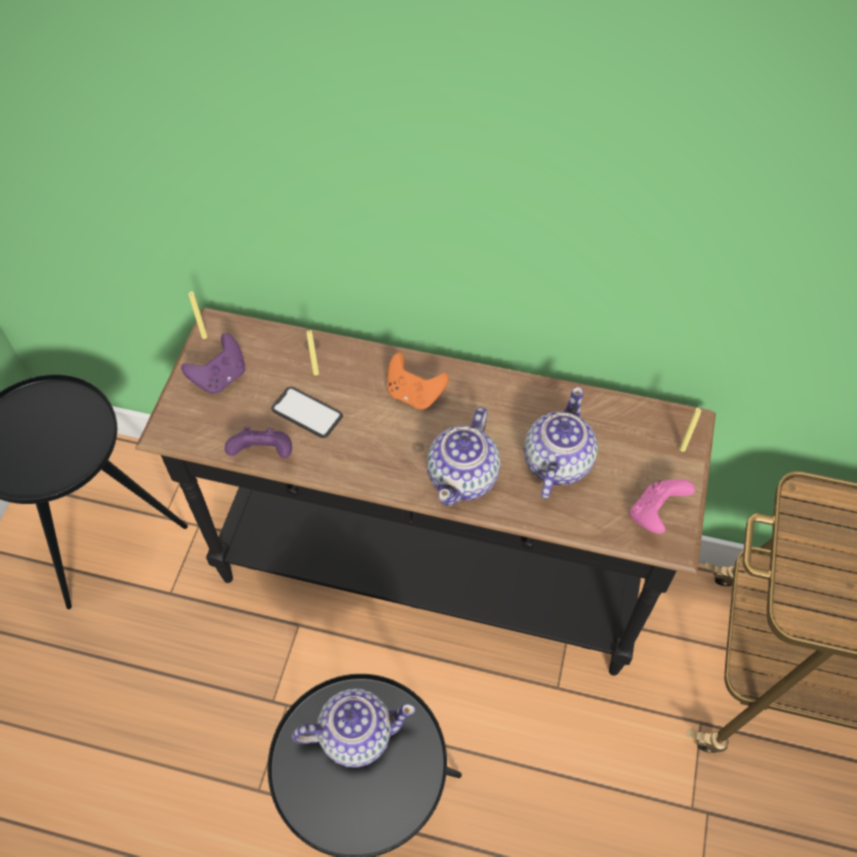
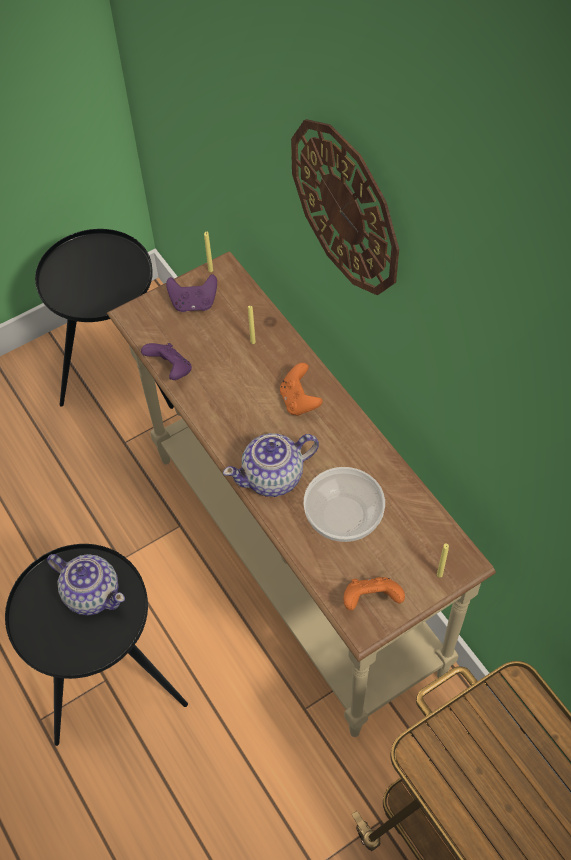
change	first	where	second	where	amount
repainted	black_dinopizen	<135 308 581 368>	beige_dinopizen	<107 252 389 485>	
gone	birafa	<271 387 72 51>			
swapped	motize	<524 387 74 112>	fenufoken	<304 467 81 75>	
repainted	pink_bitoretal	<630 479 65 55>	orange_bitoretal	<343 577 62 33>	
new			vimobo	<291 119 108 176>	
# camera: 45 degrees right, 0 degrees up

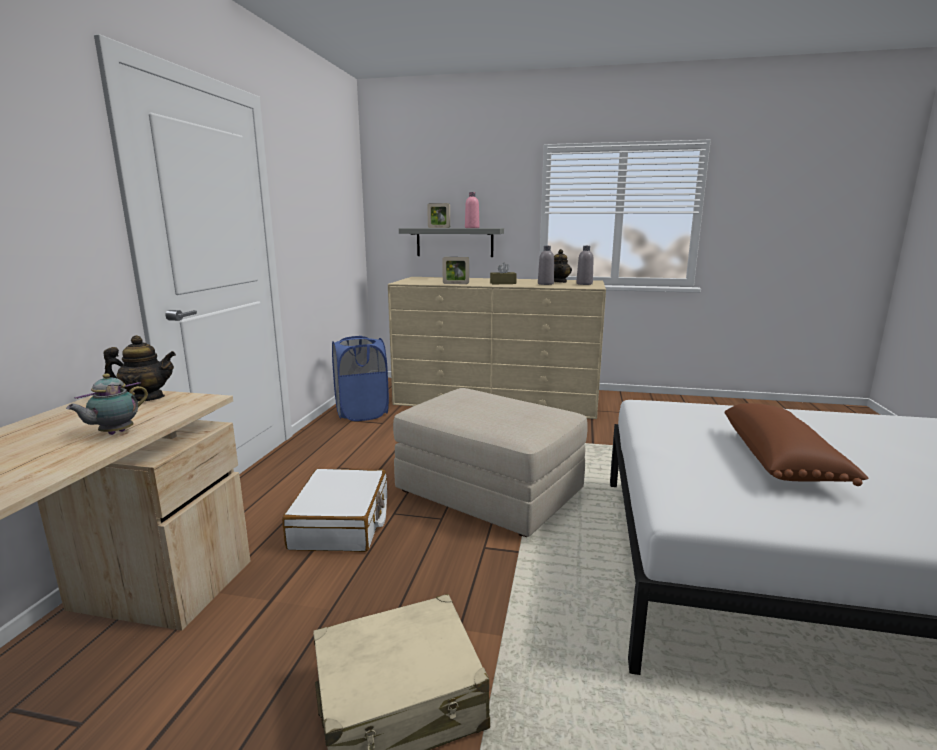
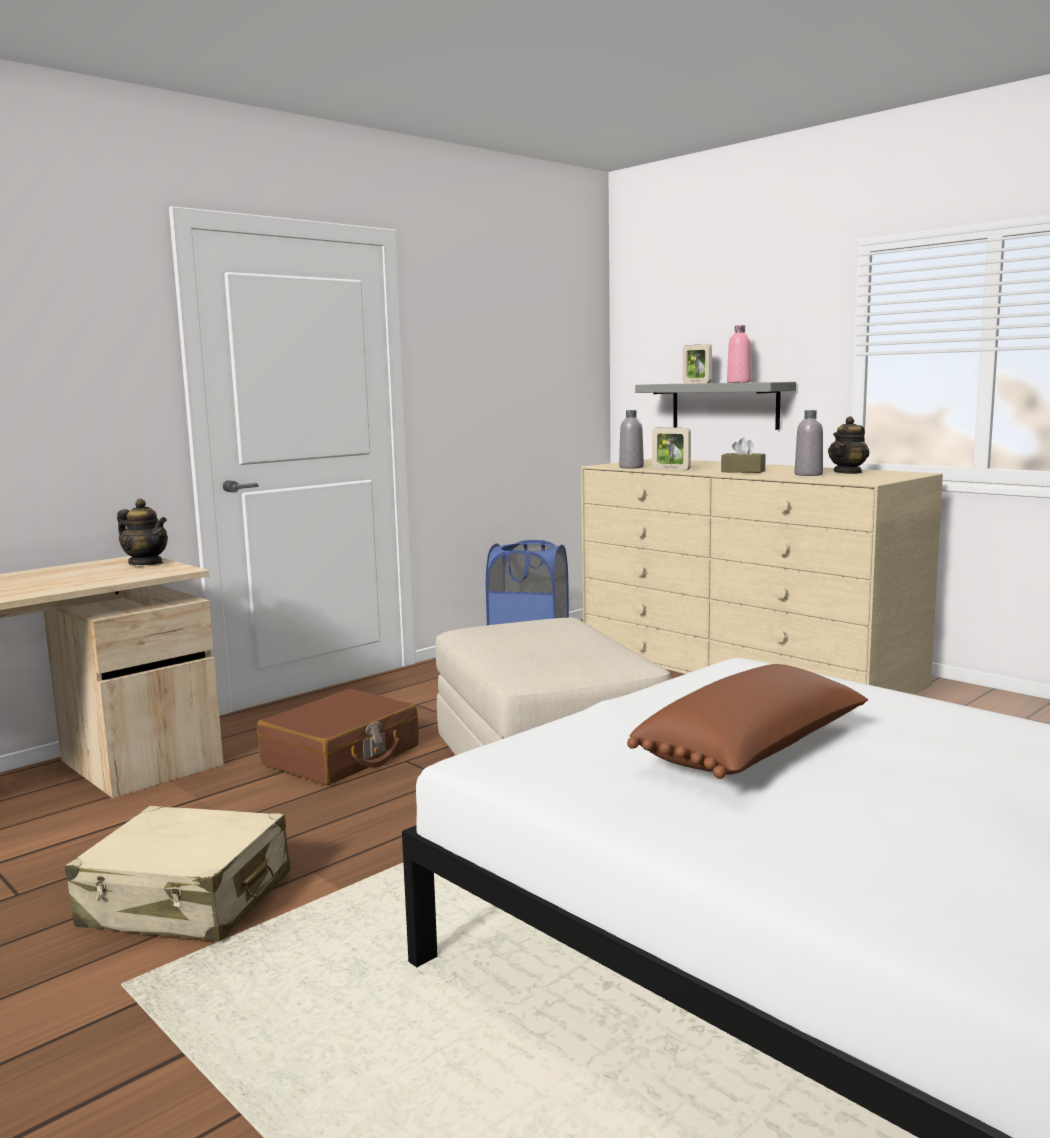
change	first	where	second	where	amount
shifted	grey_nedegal	<576 246 18 39>		<619 410 25 58>	
gone	motize	<66 374 82 61>			
repainted	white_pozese	<282 469 105 83>	brown_pozese	<257 689 162 96>	
# camera: 35 degrees right, 5 degrees down

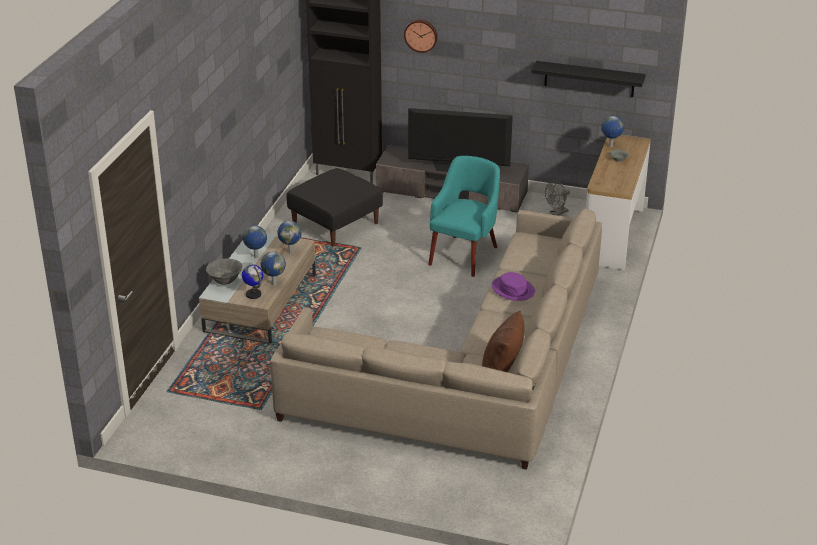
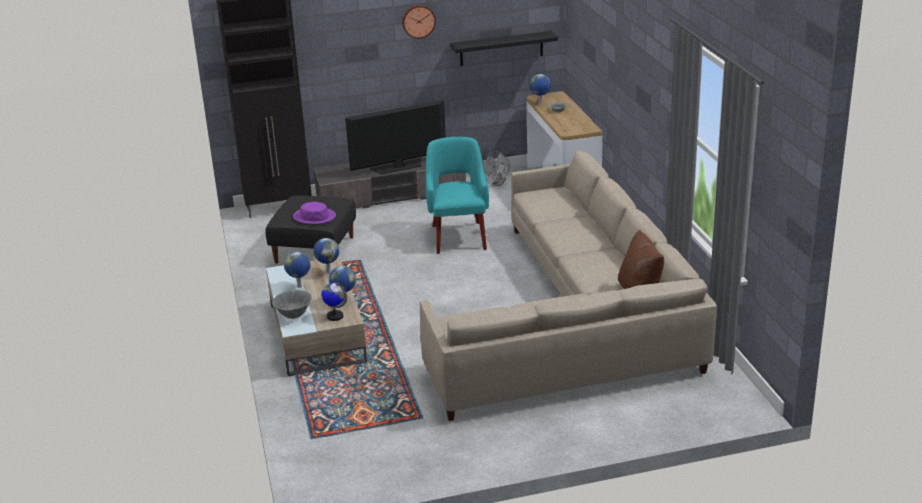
change	first	where	second	where	amount
shifted	vimobo	<404 20 34 33>		<402 5 34 34>	
shifted	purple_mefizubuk	<492 272 43 29>		<293 202 43 22>	
# camera: 30 degrees left, 5 degrees down

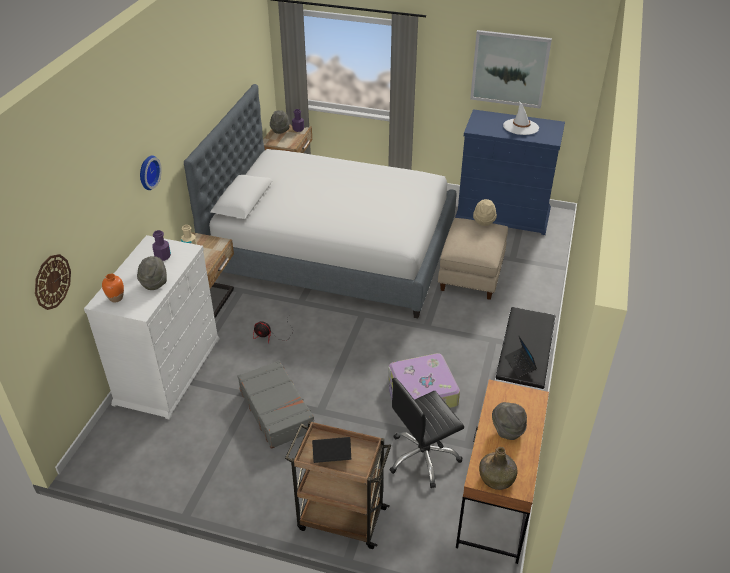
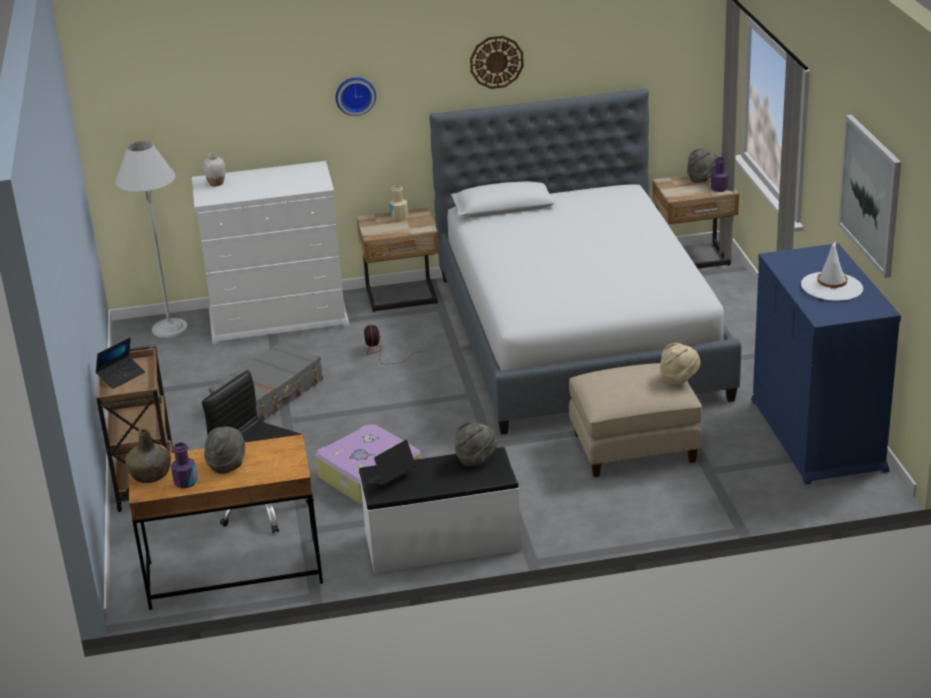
change	first	where	second	where	amount
shifted	purple_nedegal	<152 230 19 31>		<171 442 27 46>	
shifted	vimobo	<35 254 36 56>		<470 36 54 53>	
shifted	grey_mefizubuk	<137 256 30 34>		<455 422 42 44>	
repainted	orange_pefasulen	<102 274 22 29>	white_pefasulen	<203 153 22 33>	
rotated	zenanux	<312 437 39 26>		<96 337 49 52>	75 degrees clockwise
new			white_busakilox	<115 141 73 197>	
# camera: 65 degrees right, 10 degrees down

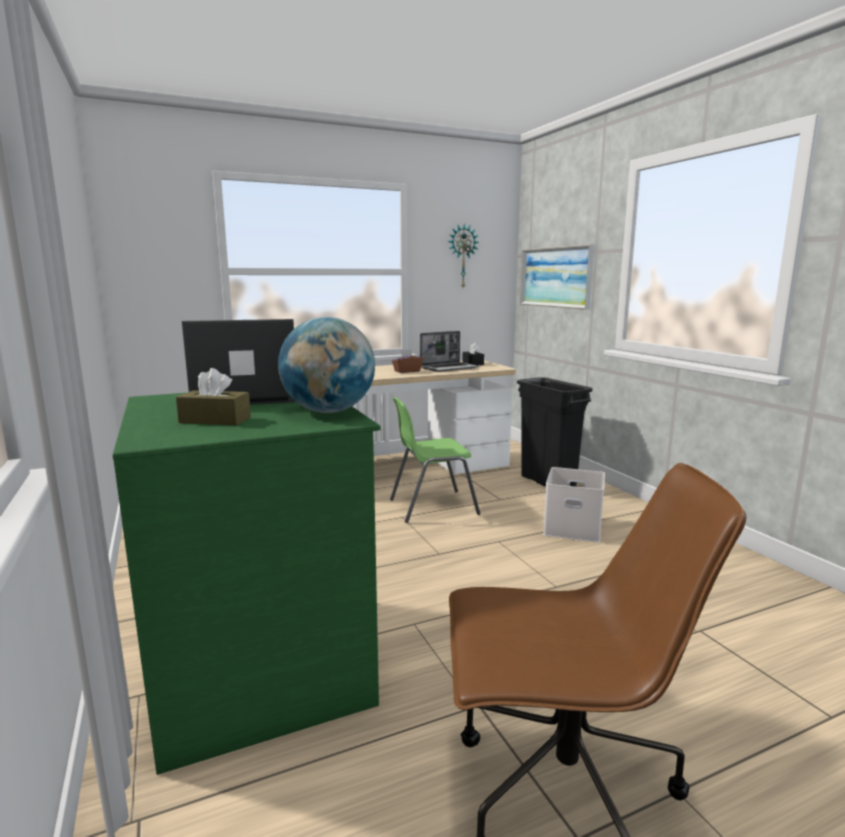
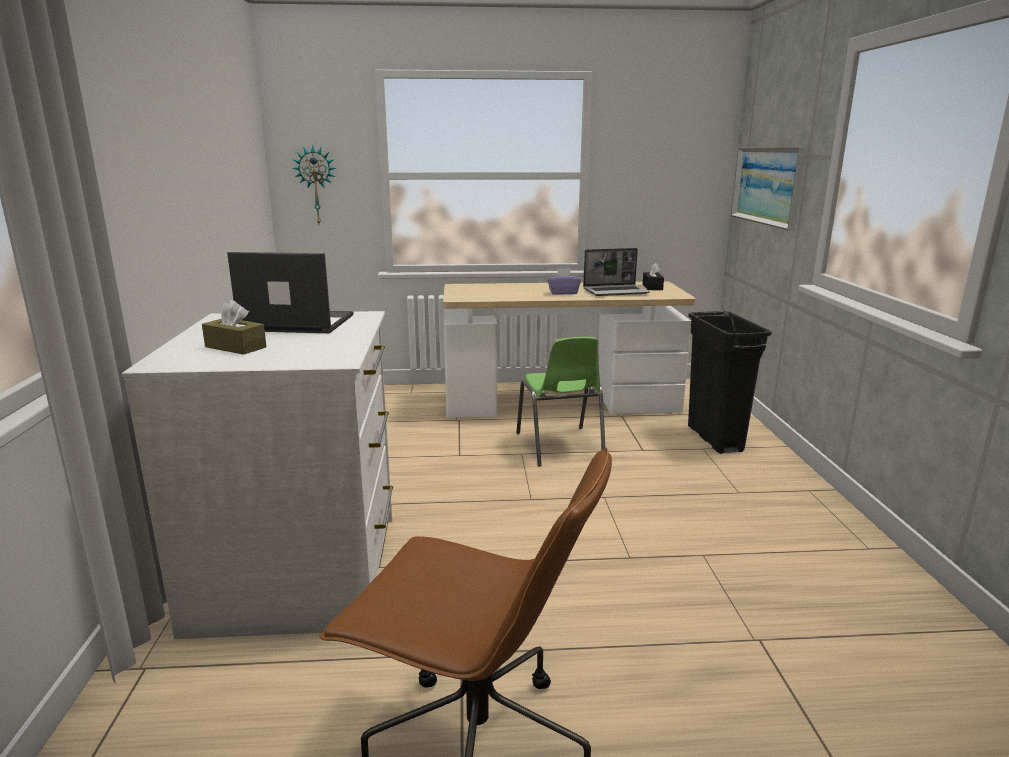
change	first	where	second	where	amount
shifted	vimobo	<448 223 31 65>		<293 145 43 79>	
gone	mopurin	<278 317 97 96>			
repainted	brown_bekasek	<392 349 31 24>	purple_bekasek	<547 268 34 27>	
repainted	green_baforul	<113 393 267 382>	white_baforul	<122 311 271 328>	
rotated	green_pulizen	<390 397 90 126>		<516 337 89 130>	105 degrees counterclockwise
gone	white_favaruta	<543 467 62 76>			
# camera: 20 degrees right, 5 degrees up

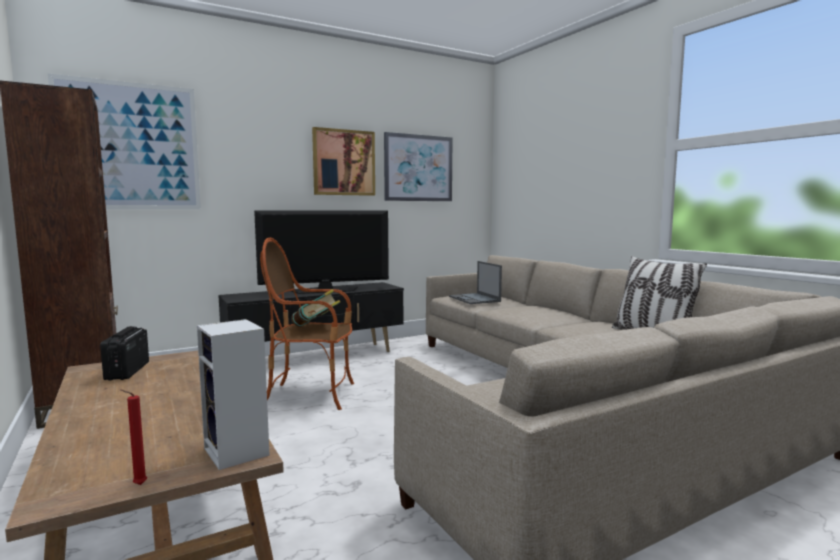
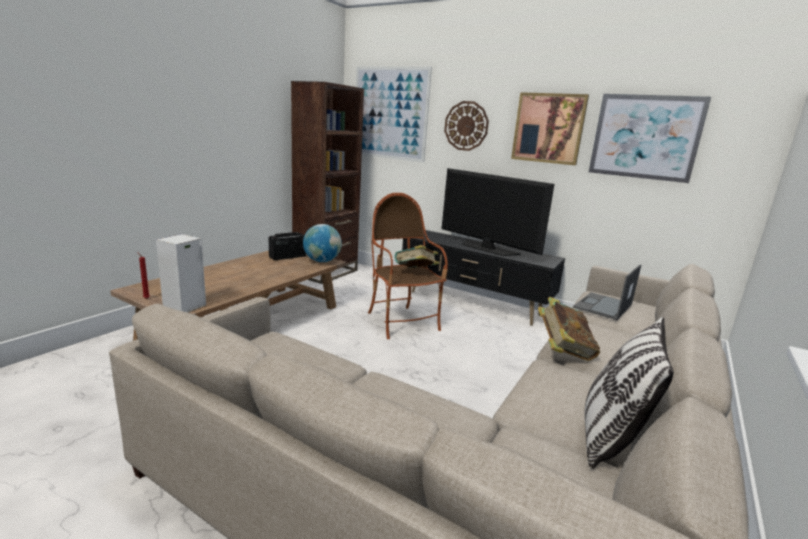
change	first	where	second	where	amount
new			vimobo	<444 101 45 50>	
new			mopurin	<303 224 39 38>	
new			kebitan	<538 297 62 64>	
# camera: 60 degrees right, 10 degrees up

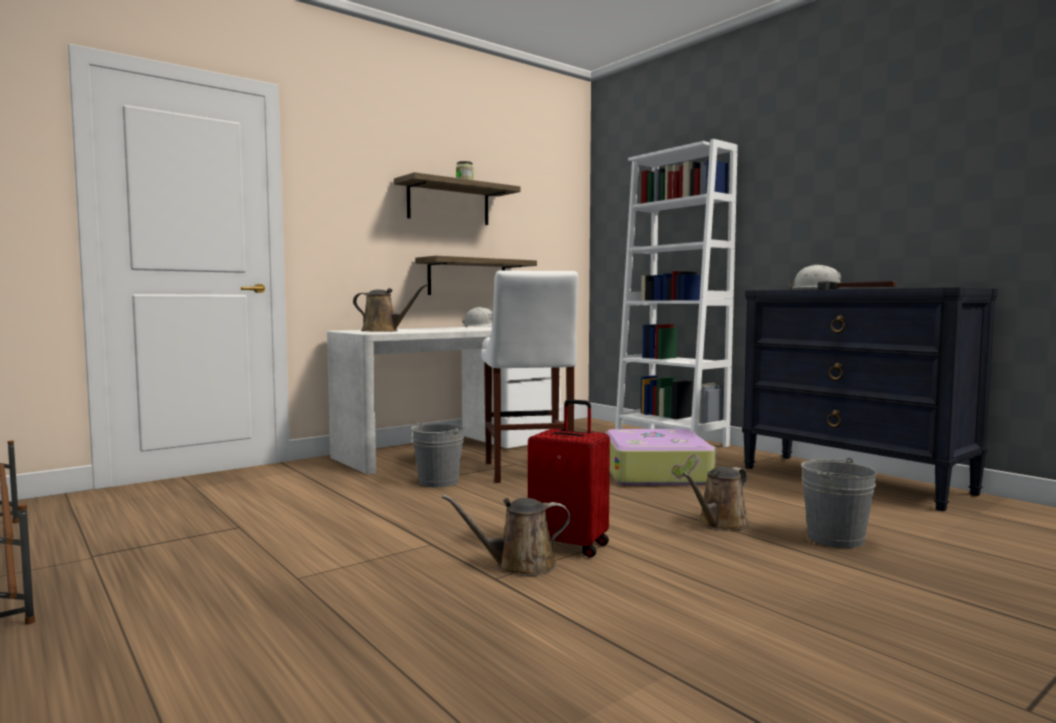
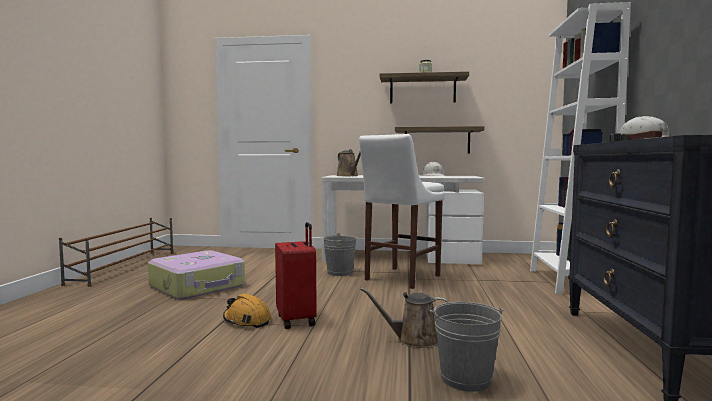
change	first	where	second	where	amount
shifted	pozese	<605 429 111 56>		<148 250 97 50>	
swapped	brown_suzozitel	<441 494 129 82>	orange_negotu	<223 293 48 35>	
# camera: 45 degrees right, 0 degrees up

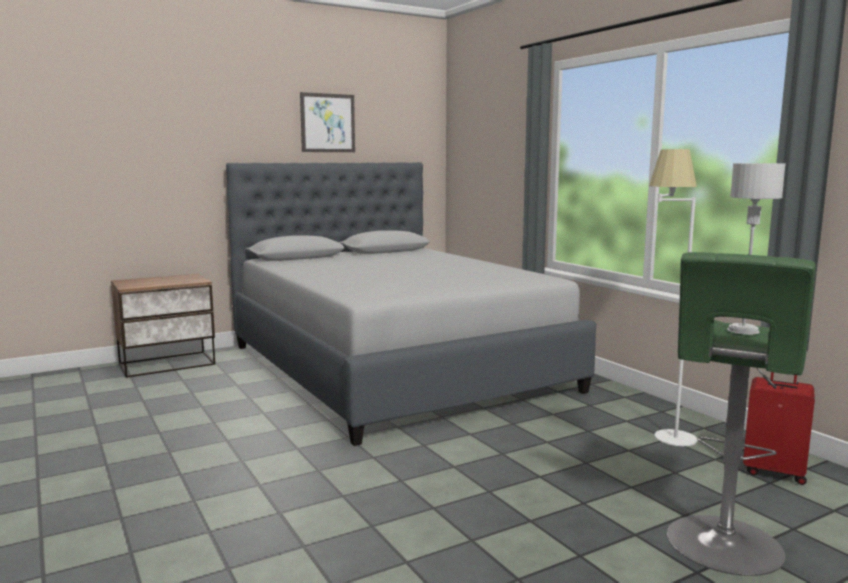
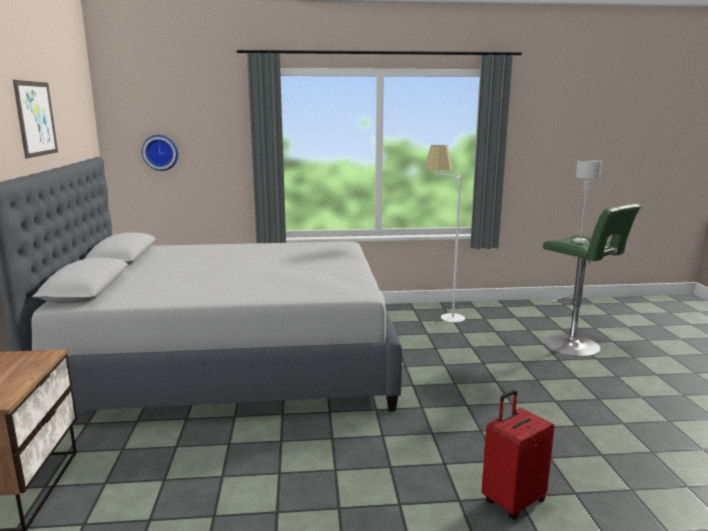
change	first	where	second	where	amount
shifted	red_pozese	<743 372 72 113>		<482 390 73 130>	
new			vimobo	<142 135 36 36>	
# camera: 65 degrees left, 5 degrees up

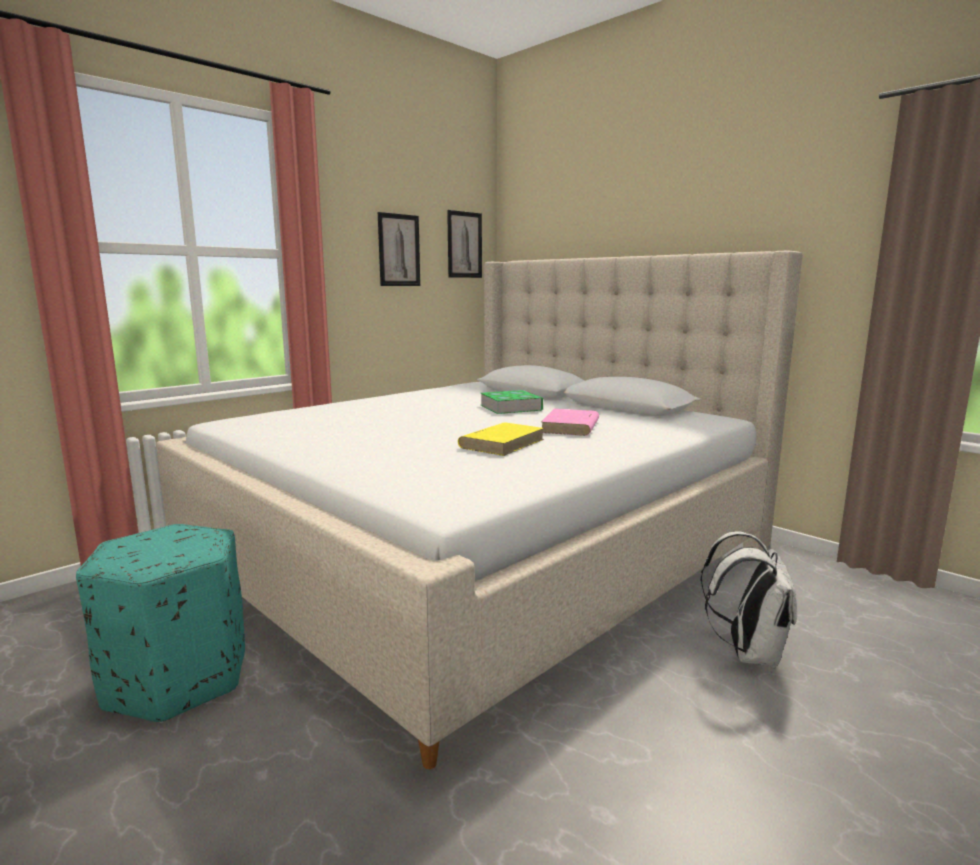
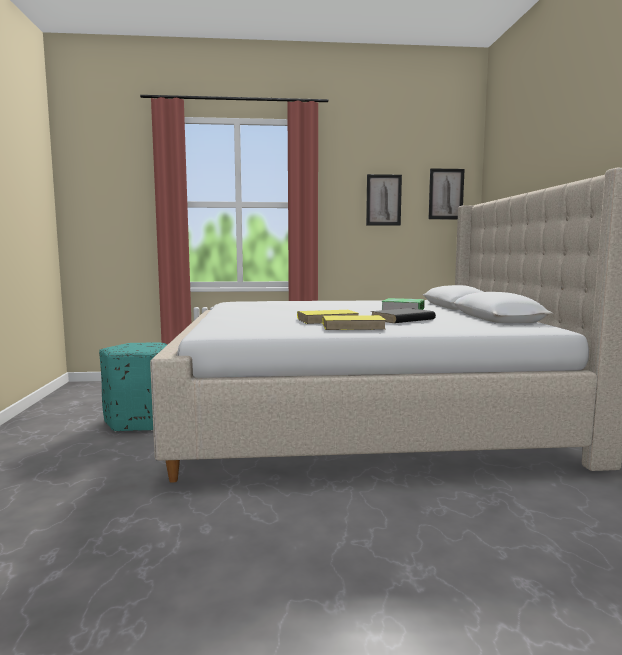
change	first	where	second	where	amount
repainted	pink_kebitan	<541 409 58 27>	black_kebitan	<371 308 65 15>	
gone	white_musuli	<700 531 97 137>			
new			yellow_kebitan	<323 315 63 15>	
# camera: 40 degrees right, 5 degrees down

